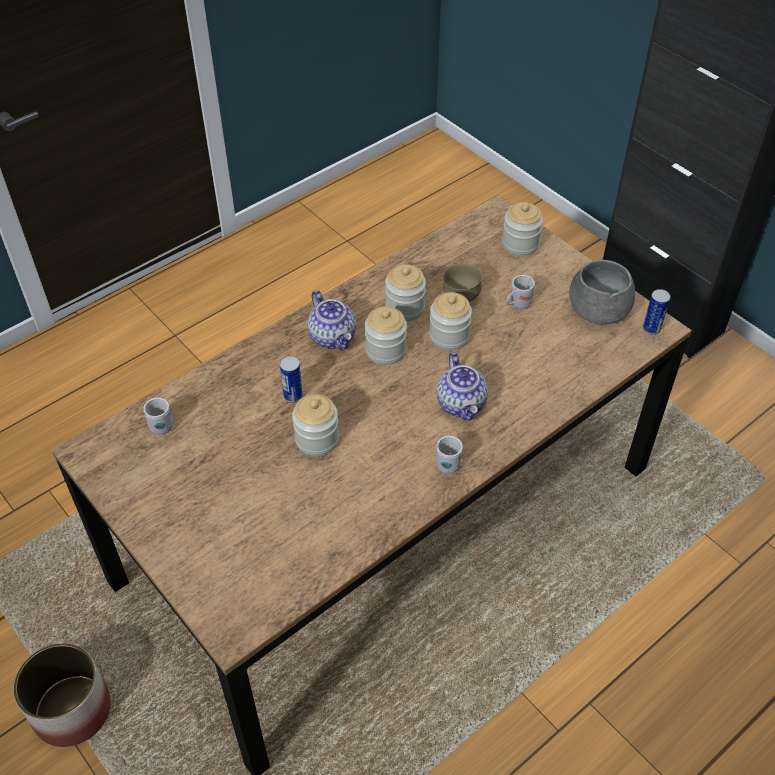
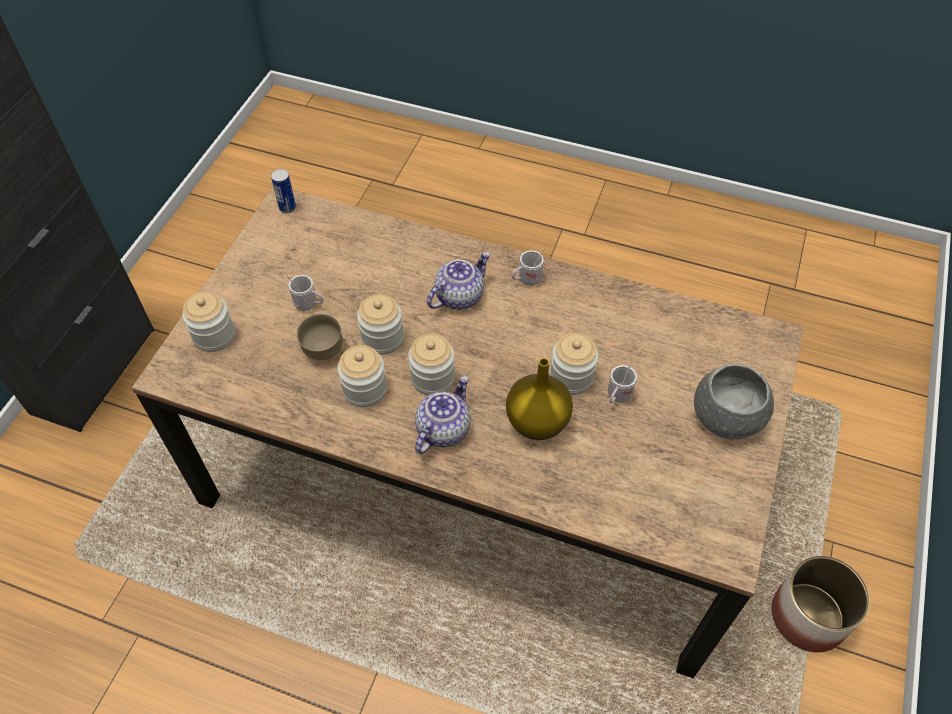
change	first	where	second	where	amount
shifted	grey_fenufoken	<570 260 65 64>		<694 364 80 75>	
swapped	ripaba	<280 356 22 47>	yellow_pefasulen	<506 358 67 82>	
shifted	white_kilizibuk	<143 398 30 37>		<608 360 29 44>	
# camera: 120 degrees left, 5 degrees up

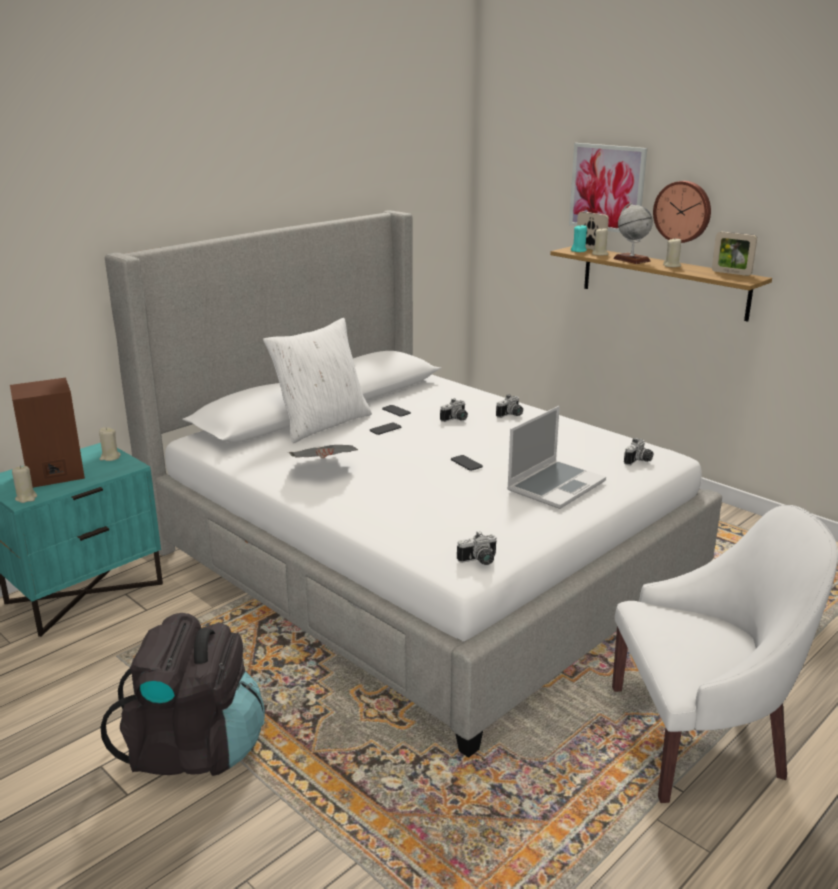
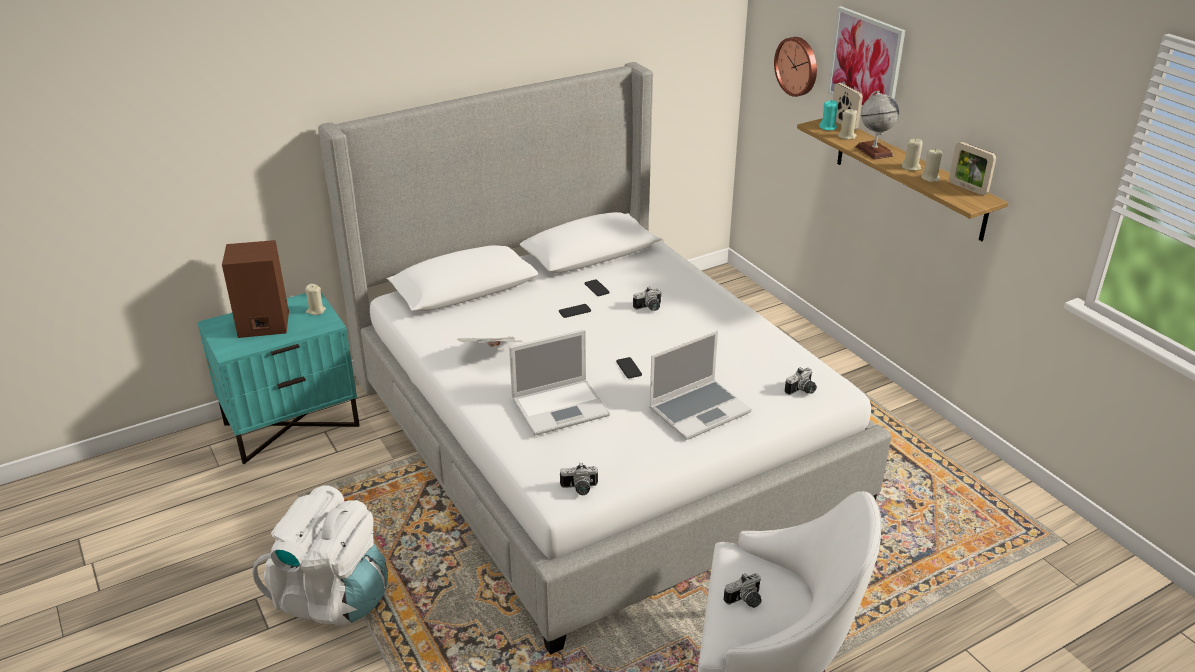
change	first	where	second	where	amount
shifted	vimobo	<653 181 58 62>		<774 37 43 60>	
gone	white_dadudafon	<263 318 109 125>			
shifted	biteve	<496 394 27 24>		<724 573 38 35>	
shifted	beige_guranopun	<12 465 25 38>		<921 149 21 33>	
repainted	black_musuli	<100 613 165 163>	white_musuli	<252 485 136 141>	
new			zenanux	<509 330 101 106>	
# camera: 15 degrees right, 10 degrees up

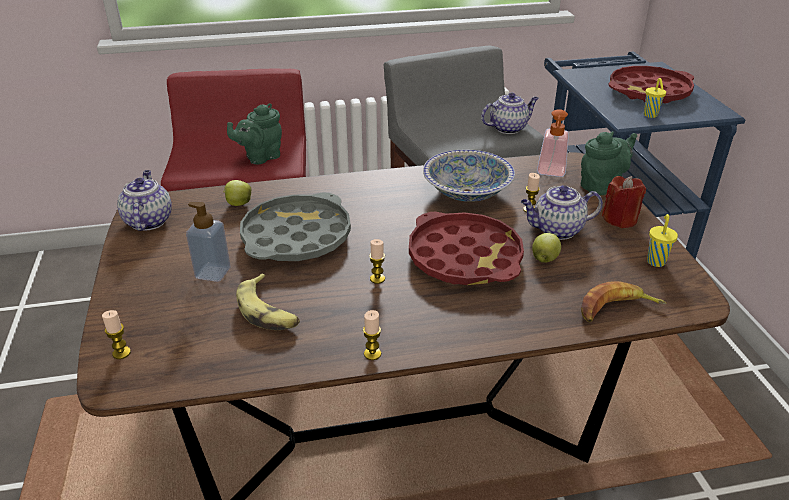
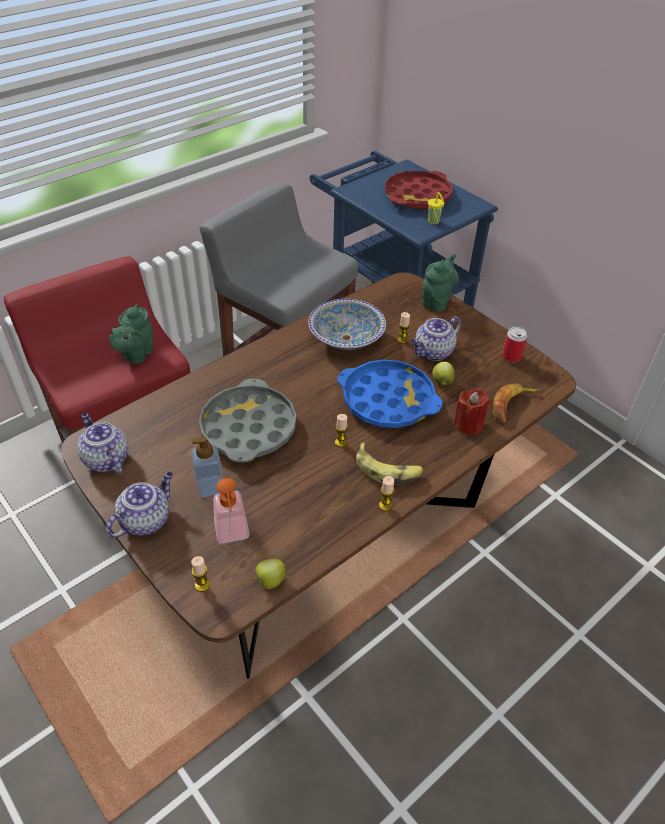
change	first	where	second	where	amount
shifted	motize	<481 92 58 42>		<106 472 67 66>	
shifted	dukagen	<537 109 32 68>		<214 478 36 66>	
shifted	red_guranopun	<602 176 44 52>		<453 388 37 47>	
shifted	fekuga	<223 180 29 26>		<253 559 34 30>	
repainted	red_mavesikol	<409 212 115 73>	blue_mavesikol	<337 360 106 68>	
swapped	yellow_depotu	<647 214 31 53>	ripaba	<502 327 25 35>	
shifted	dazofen	<236 274 64 56>		<356 442 68 43>	
# camera: 30 degrees left, 10 degrees up

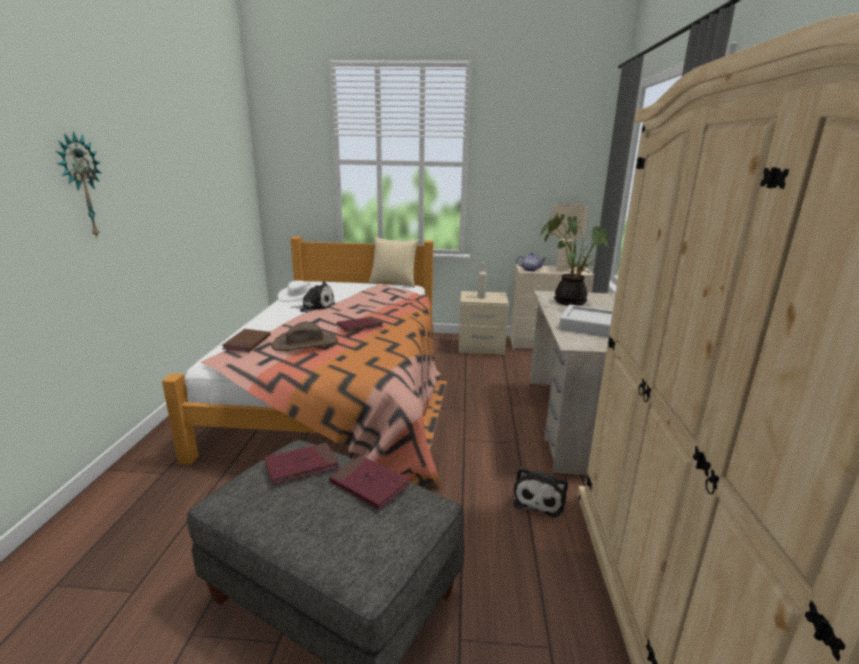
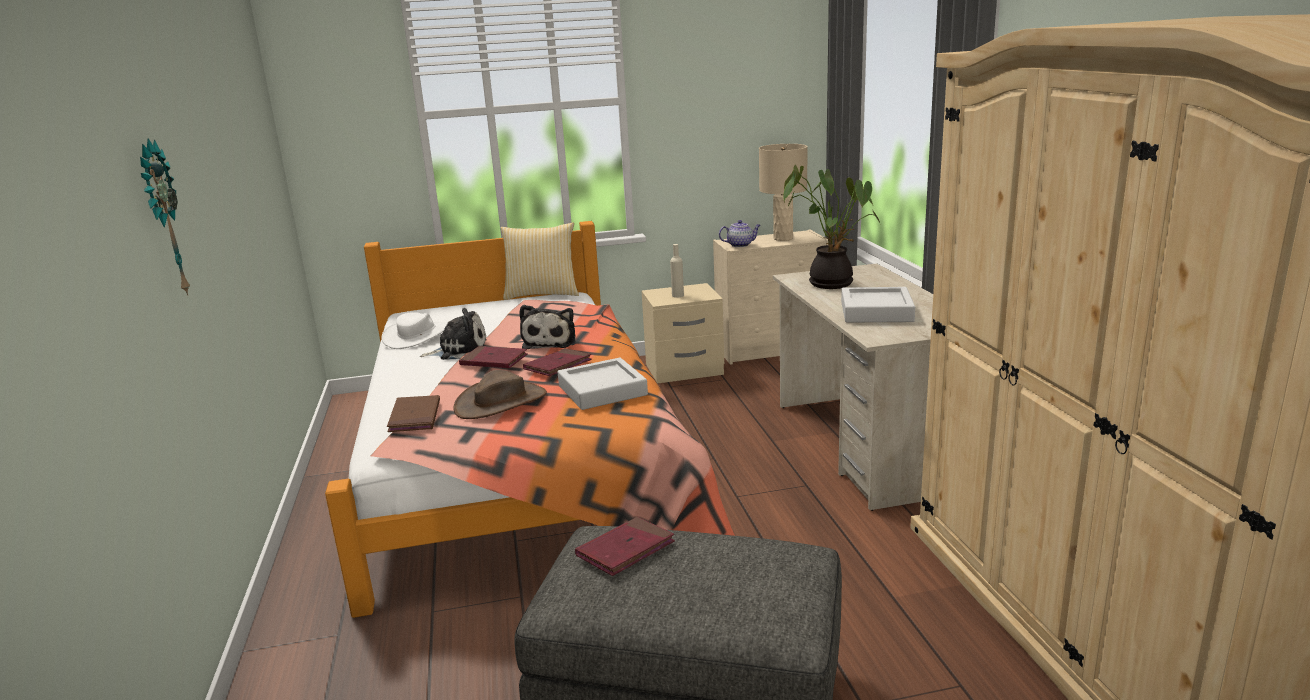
change	first	where	second	where	amount
shifted	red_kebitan	<329 455 81 54>		<459 346 69 23>	
shifted	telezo	<514 467 54 50>		<519 305 57 44>	
new			grey_mavesikol	<557 358 91 52>	
# camera: 15 degrees left, 0 degrees up

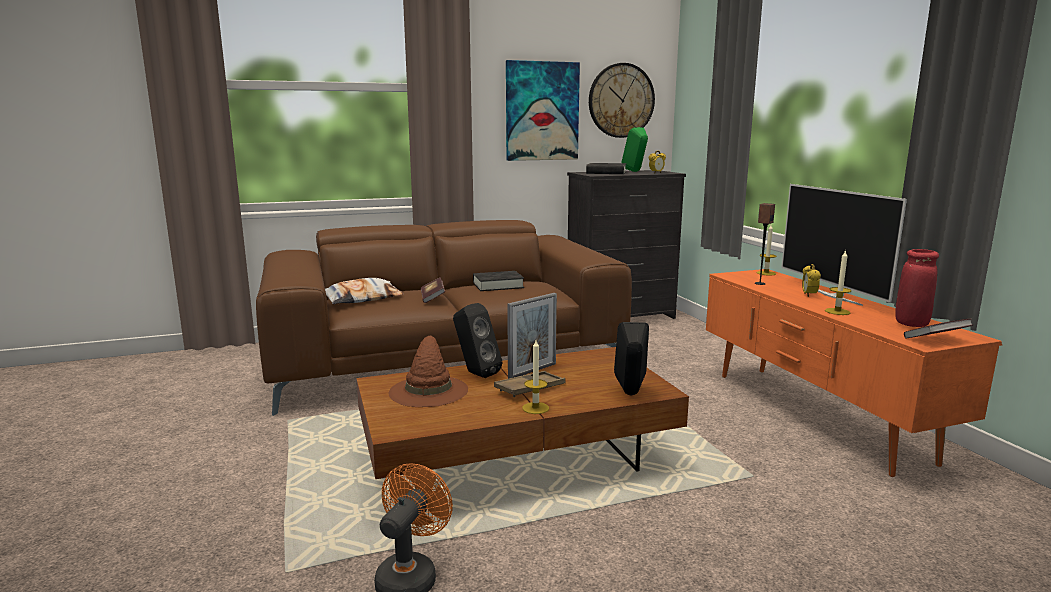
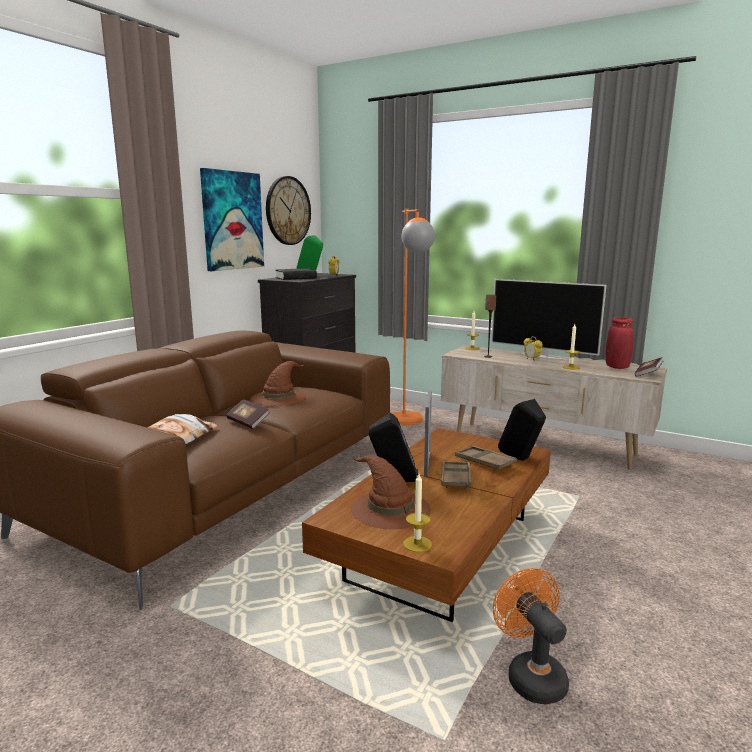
change	first	where	second	where	amount
repainted	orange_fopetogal	<706 269 296 208>	beige_fopetogal	<441 345 226 125>	
swapped	black_kebitan	<473 271 51 20>	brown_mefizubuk	<250 361 56 45>	
shifted	guranopun	<522 340 27 74>		<403 474 29 78>	
new			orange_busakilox	<392 209 43 216>	
new			brown_mavesikol	<455 446 62 25>	
# camera: 40 degrees left, 0 degrees up

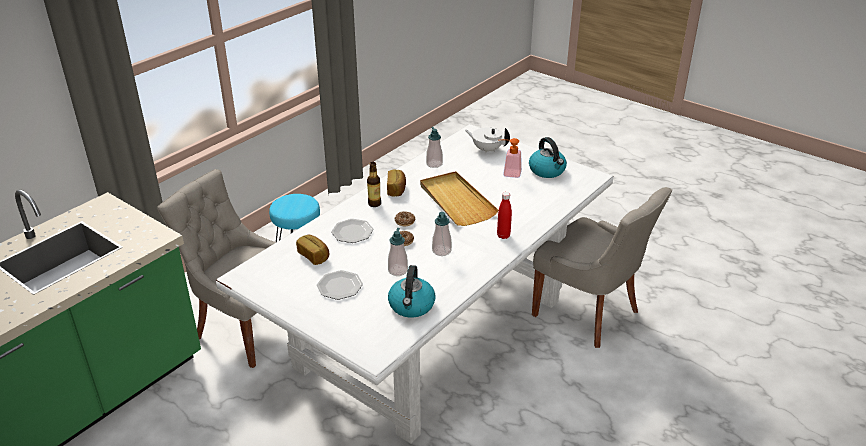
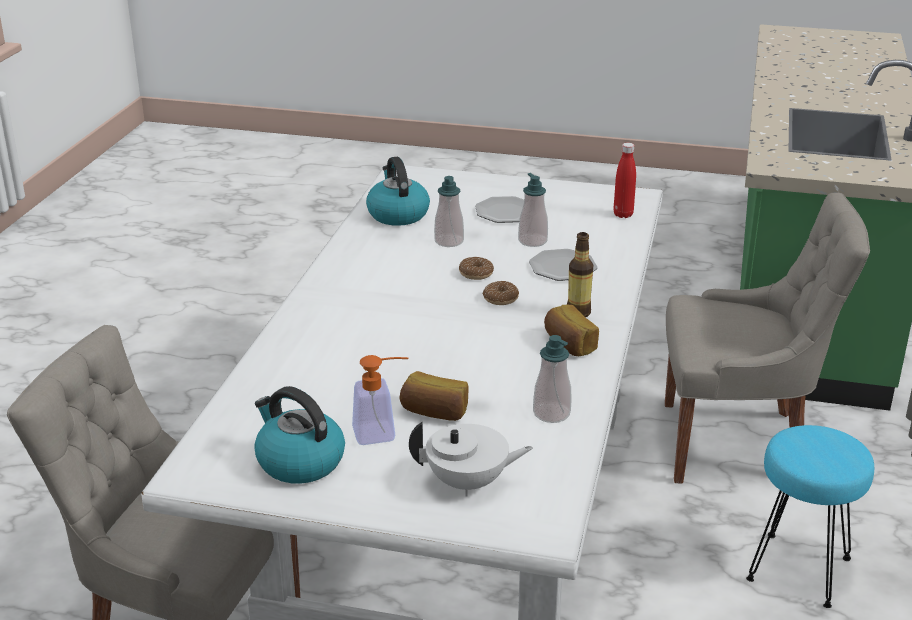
change	first	where	second	where	amount
gone	beige_mavesikol	<420 171 79 55>			
shifted	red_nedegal	<497 192 15 47>		<614 143 22 75>	
shifted	dukagen	<432 212 20 44>		<518 173 30 74>	
shifted	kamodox	<296 235 33 30>		<400 371 68 50>	
# camera: 155 degrees right, 5 degrees down

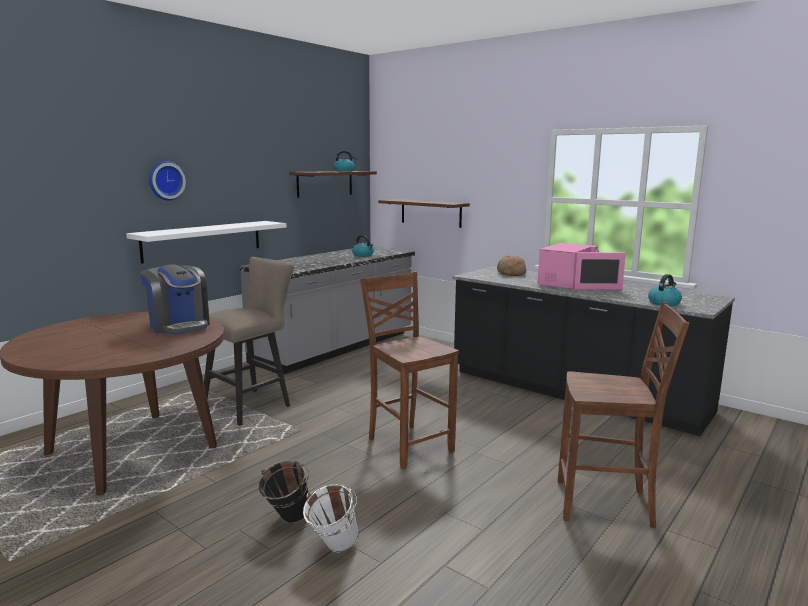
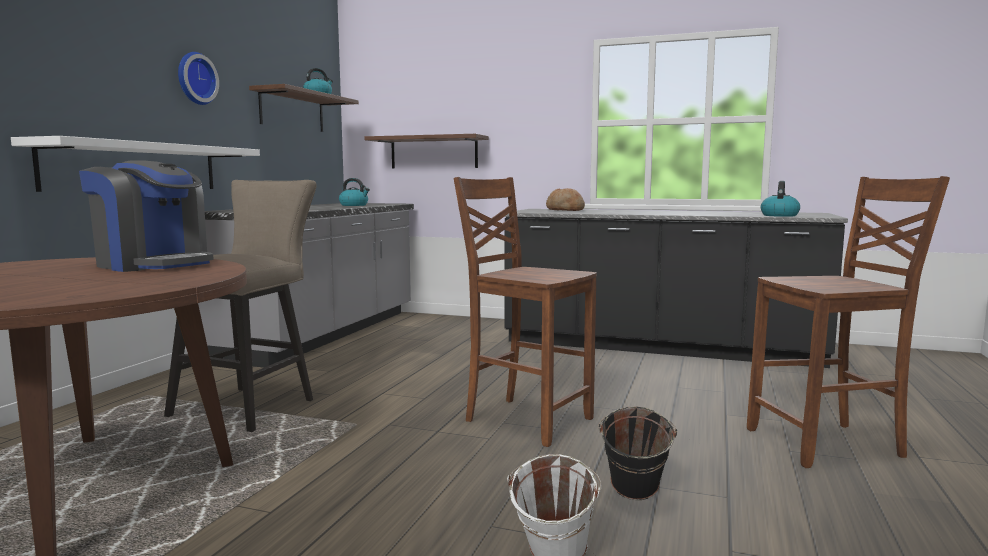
change	first	where	second	where	amount
shifted	vimobo	<149 161 37 40>		<178 52 41 53>	
gone	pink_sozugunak	<537 243 89 47>			
shifted	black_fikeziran	<259 461 50 62>		<598 407 79 93>	
# camera: 20 degrees left, 5 degrees down

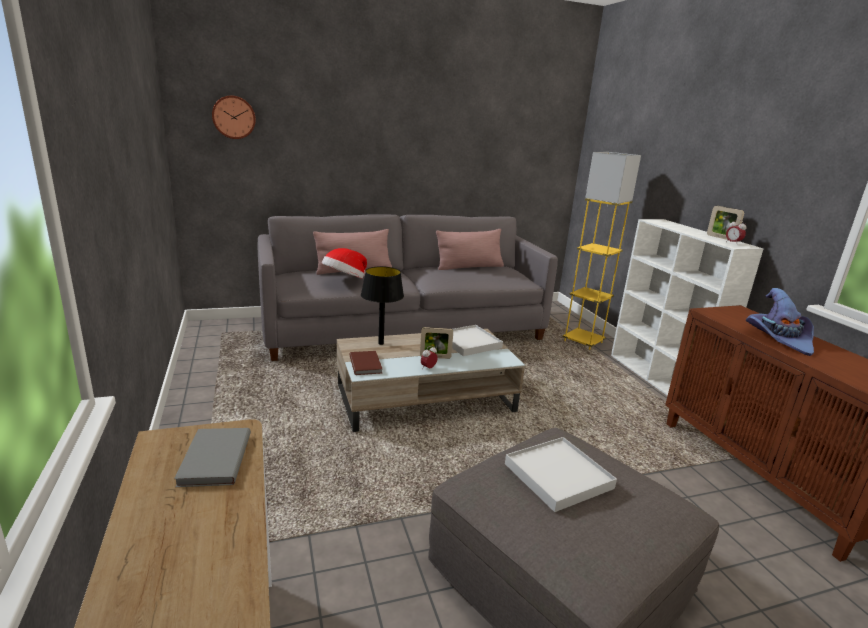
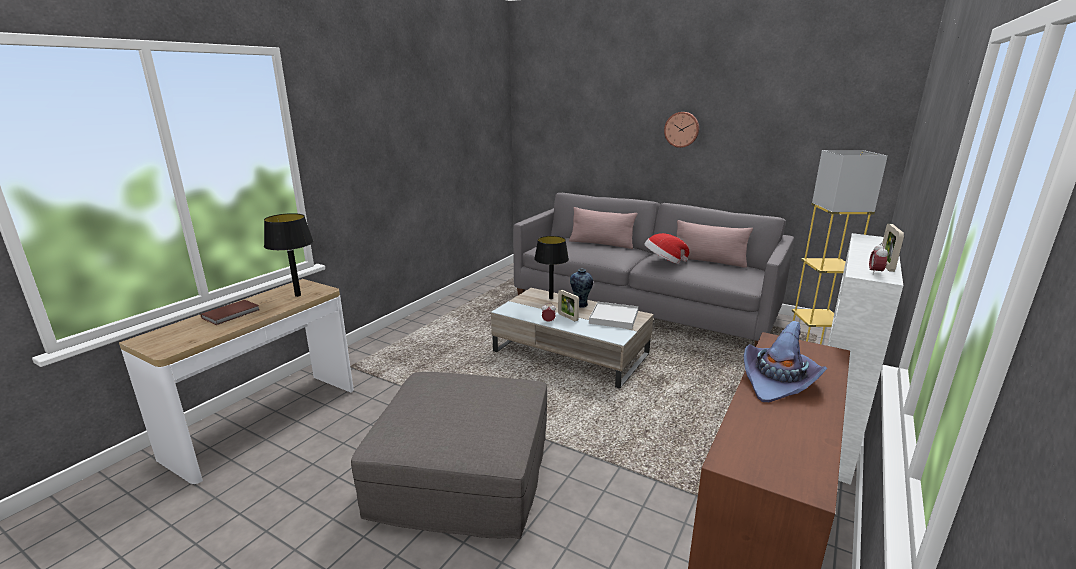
change	first	where	second	where	amount
shifted	vimobo	<212 96 44 43>		<664 112 35 36>	
shifted	mefizubuk	<322 248 45 31>		<644 233 45 31>	
shifted	brown_kebitan	<349 351 33 24>		<200 300 60 25>	
swapped	grey_kebitan	<174 428 77 59>	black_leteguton	<264 213 50 84>	
gone	white_mavesikol	<505 437 112 75>			
new			pefasulen	<570 269 23 39>	
# camera: 50 degrees right, 0 degrees up

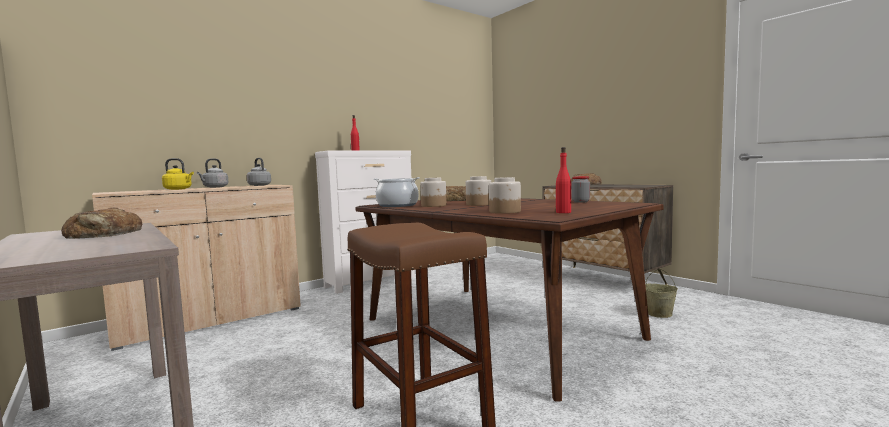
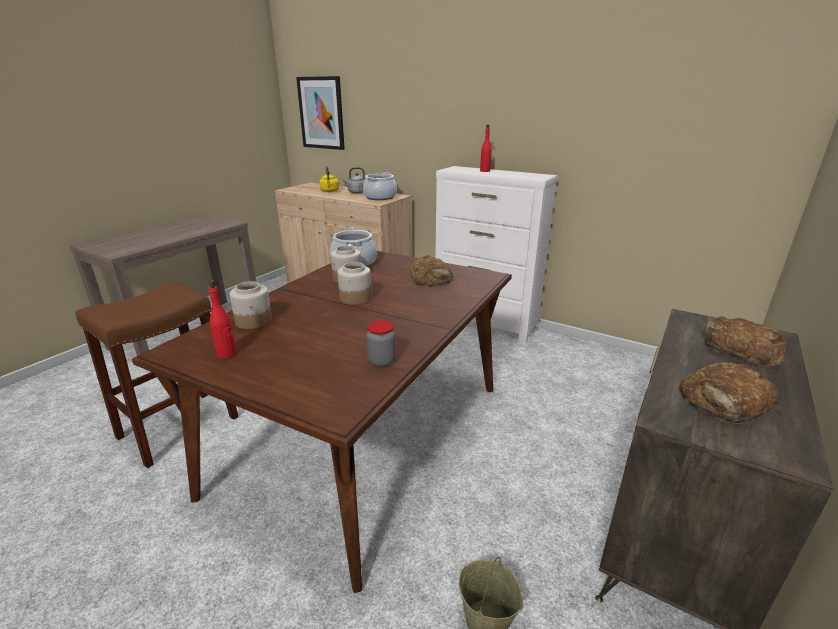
change	first	where	second	where	amount
swapped	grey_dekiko	<247 158 24 28>	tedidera	<363 172 34 28>	
shifted	kamodox	<61 208 81 31>		<680 362 100 62>	
new			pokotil	<296 76 49 74>	
# camera: 70 degrees right, 20 degrees up

